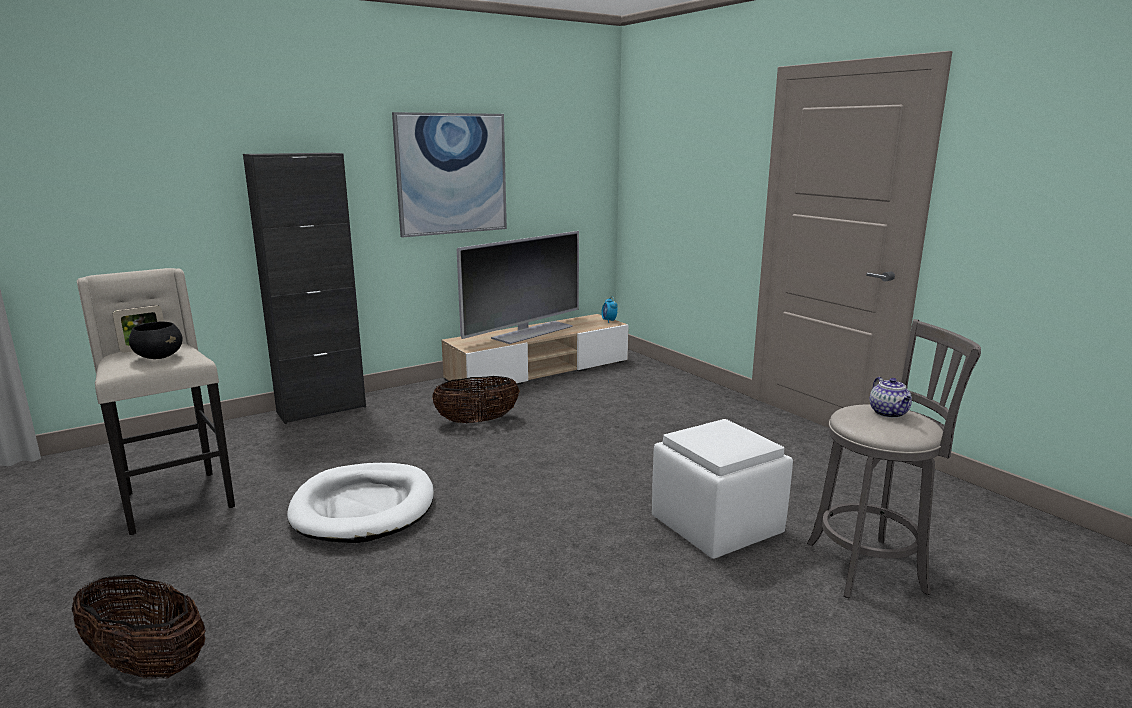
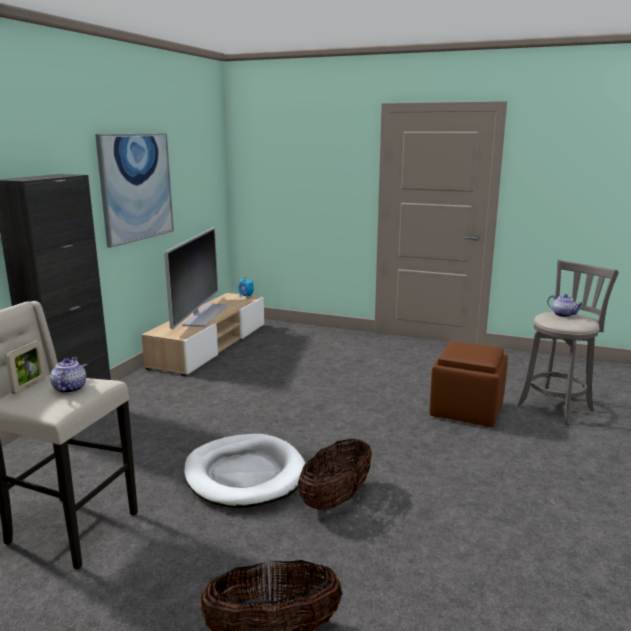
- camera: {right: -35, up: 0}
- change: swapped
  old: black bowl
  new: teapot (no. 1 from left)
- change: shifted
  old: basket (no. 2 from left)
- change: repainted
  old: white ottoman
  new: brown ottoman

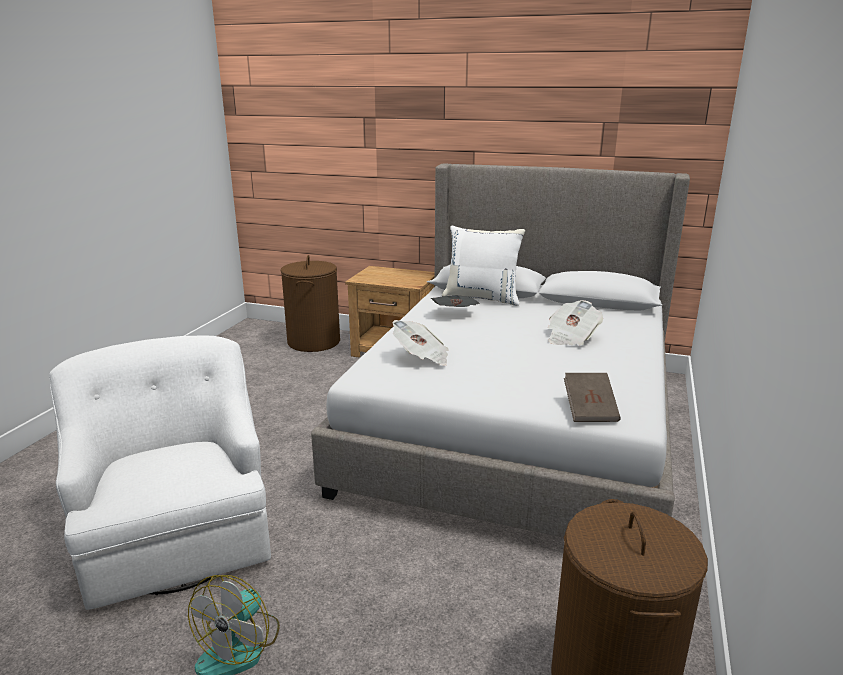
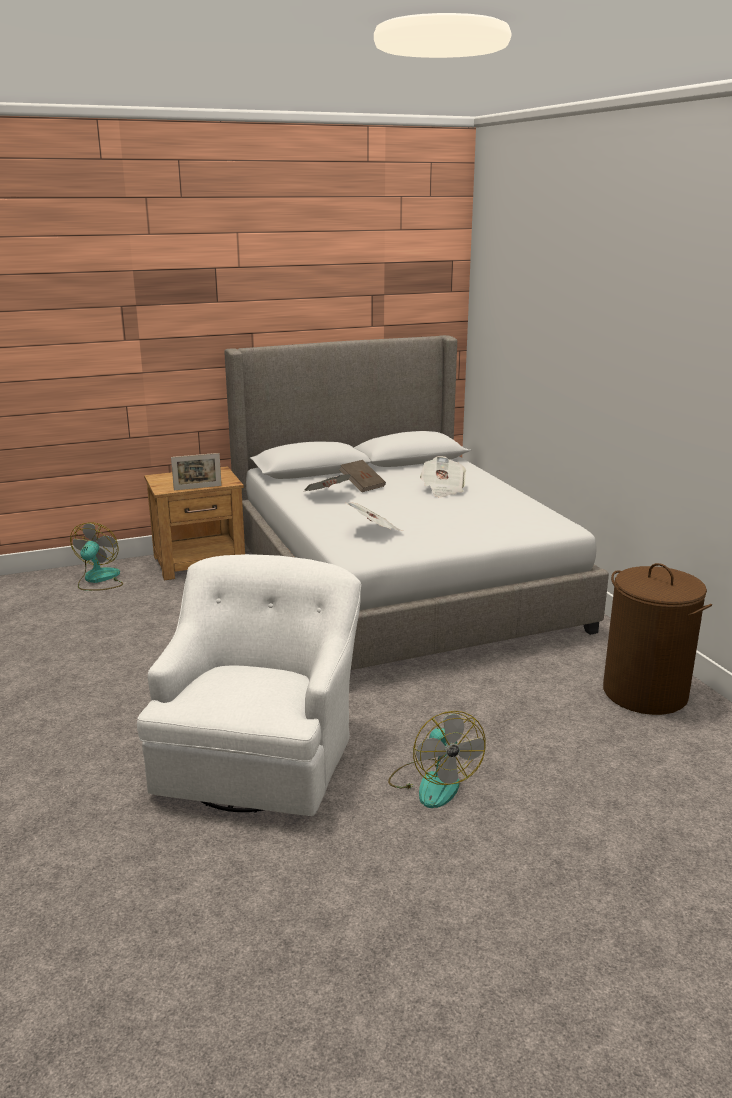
- camera: {right: -40, up: 0}
- change: gone
  old: white pillow
- change: swapped
  old: brown laundry basket (no. 1 from left)
  new: fan (no. 1 from left)
- change: rotated
  old: white armchair
  degrees: 75
- change: shifted
  old: brown book
- change: new
  new: picture frame

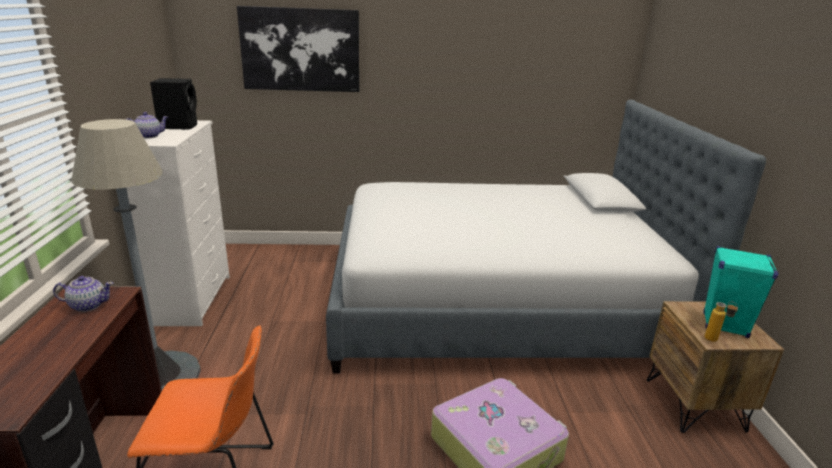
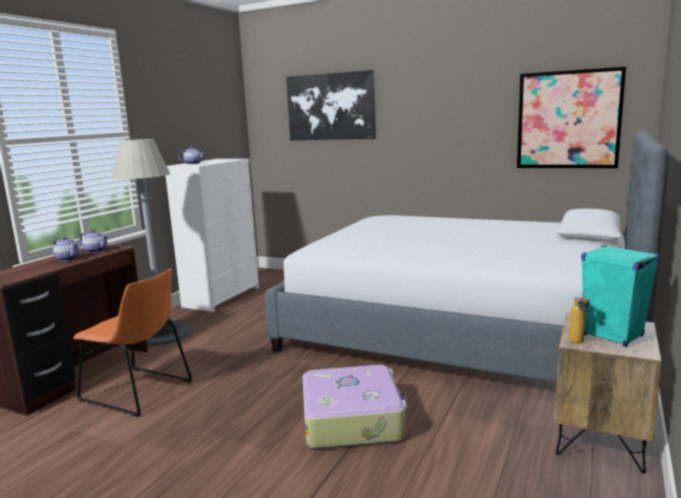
- camera: {right: 30, up: -10}
- change: gone
  old: black speaker
- change: new
  new: picture (no. 2 from left)
- change: new
  new: teapot (no. 1 from left)

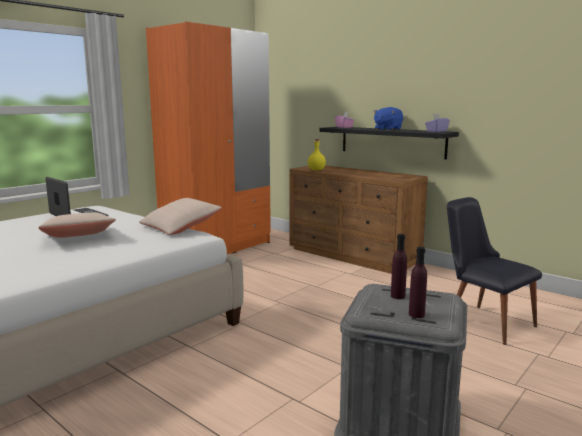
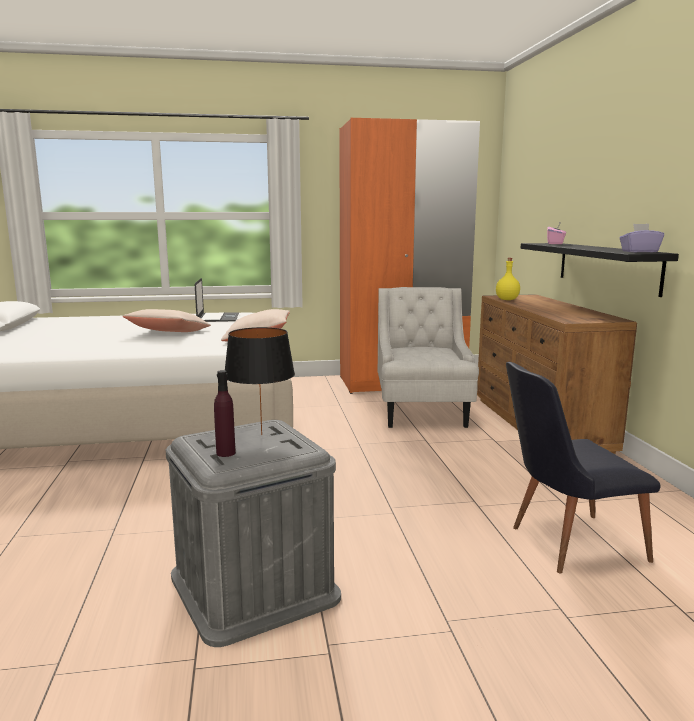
- camera: {right: 40, up: 0}
- change: gone
  old: blue plush toy
- change: rotated
  old: black chair
  degrees: -105
- change: swapped
  old: purple bottle (no. 1 from left)
  new: black table lamp
- change: new
  new: white armchair

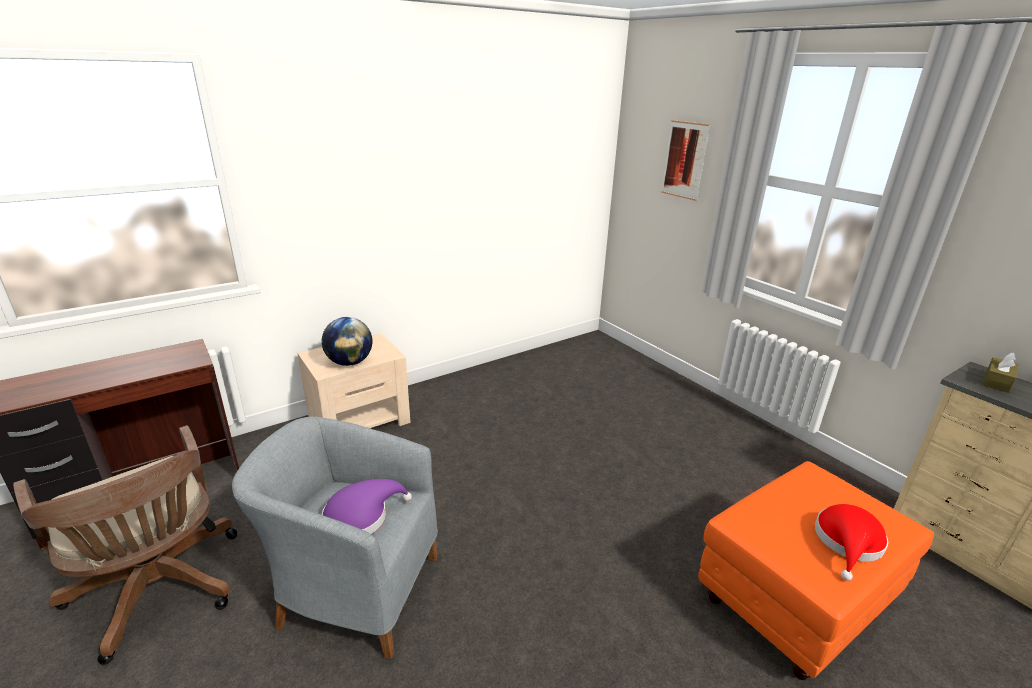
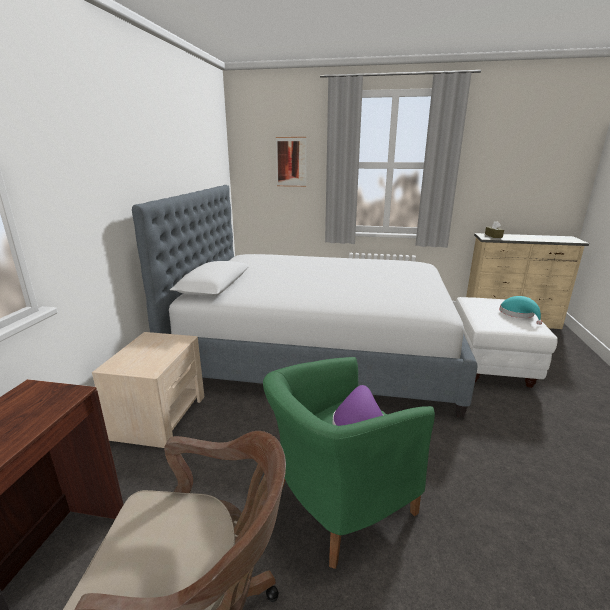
- camera: {right: -45, up: -5}
- change: gone
  old: globe
- change: repainted
  old: grey armchair
  new: green armchair
- change: repainted
  old: orange ottoman
  new: white ottoman
- change: repainted
  old: red hat
  new: turquoise hat
- change: new
  new: bed

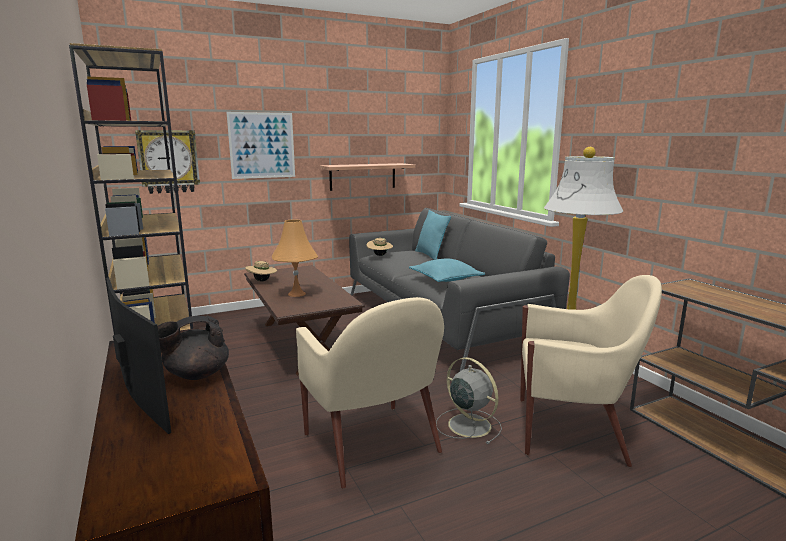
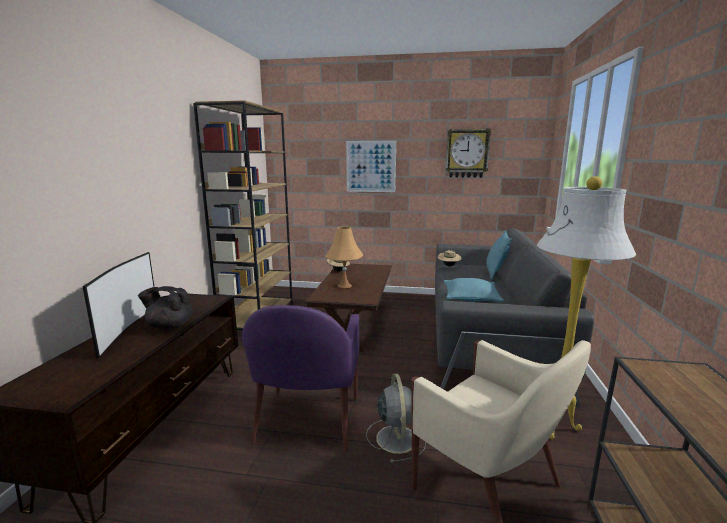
- camera: {right: 35, up: 0}
- change: shifted
  old: wall clock
- change: gone
  old: shelf
- change: repainted
  old: beige armchair (no. 1 from left)
  new: purple armchair

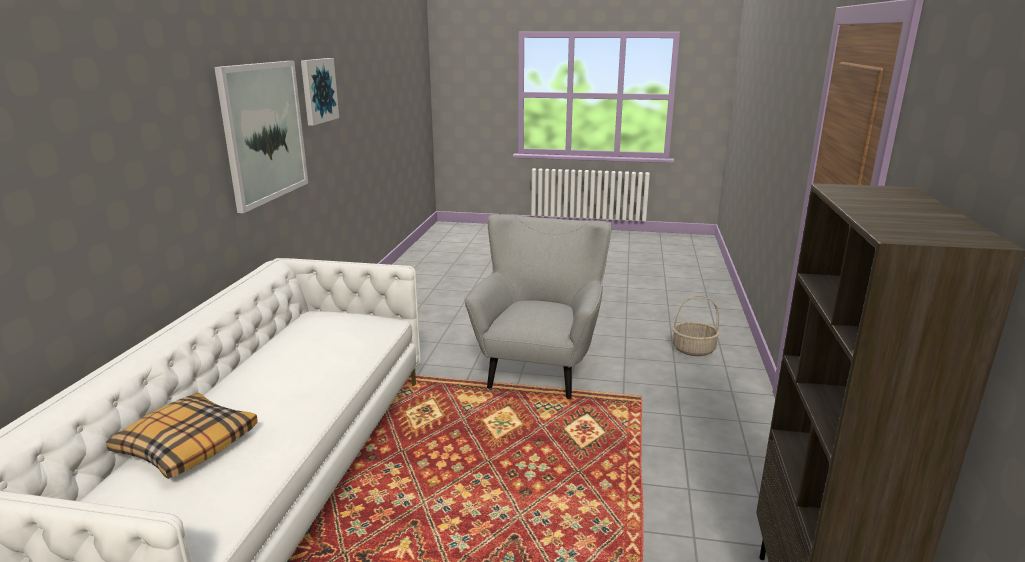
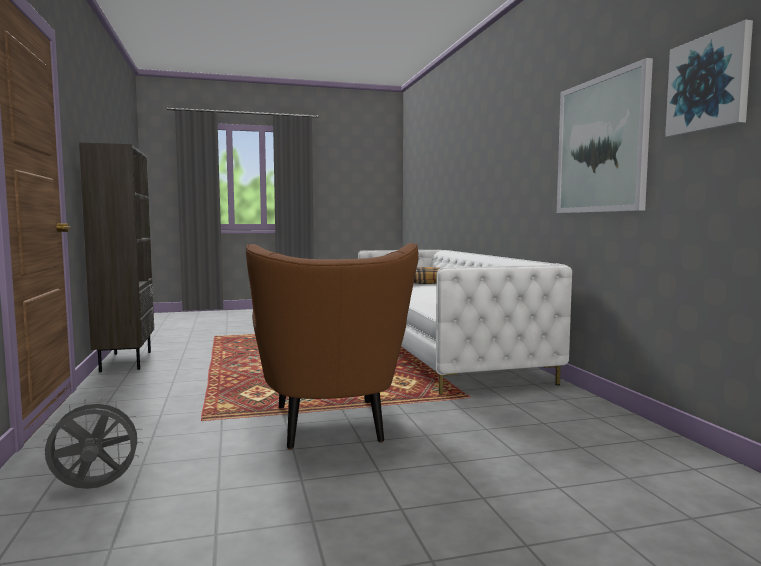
- camera: {right: 155, up: -15}
- change: repainted
  old: grey armchair
  new: brown armchair
- change: swapped
  old: basket
  new: grey fan

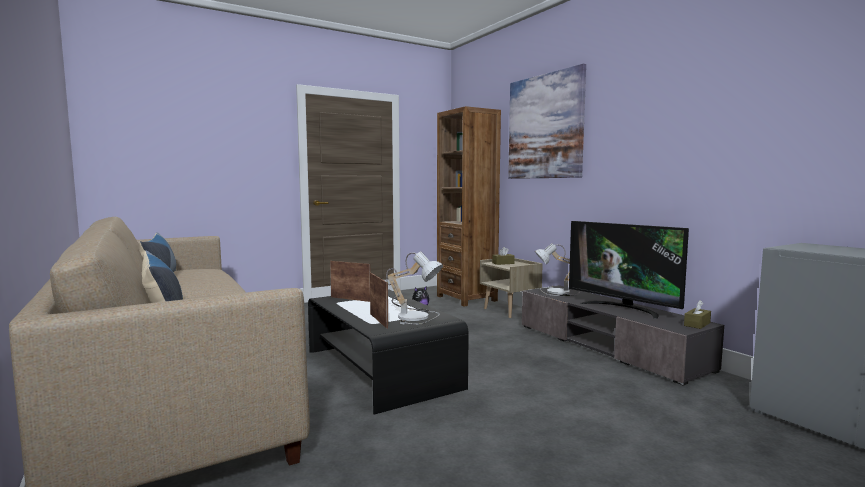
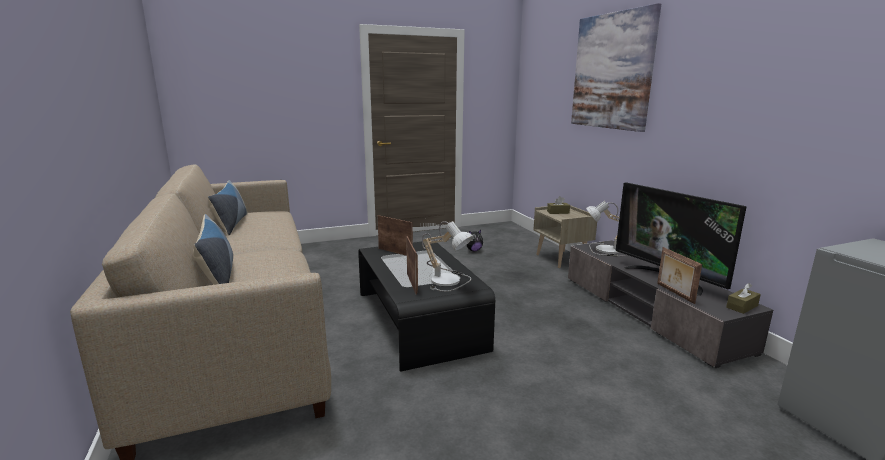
- camera: {right: 10, up: 10}
- change: gone
  old: brown bookcase
- change: new
  new: picture frame (no. 3 from left)

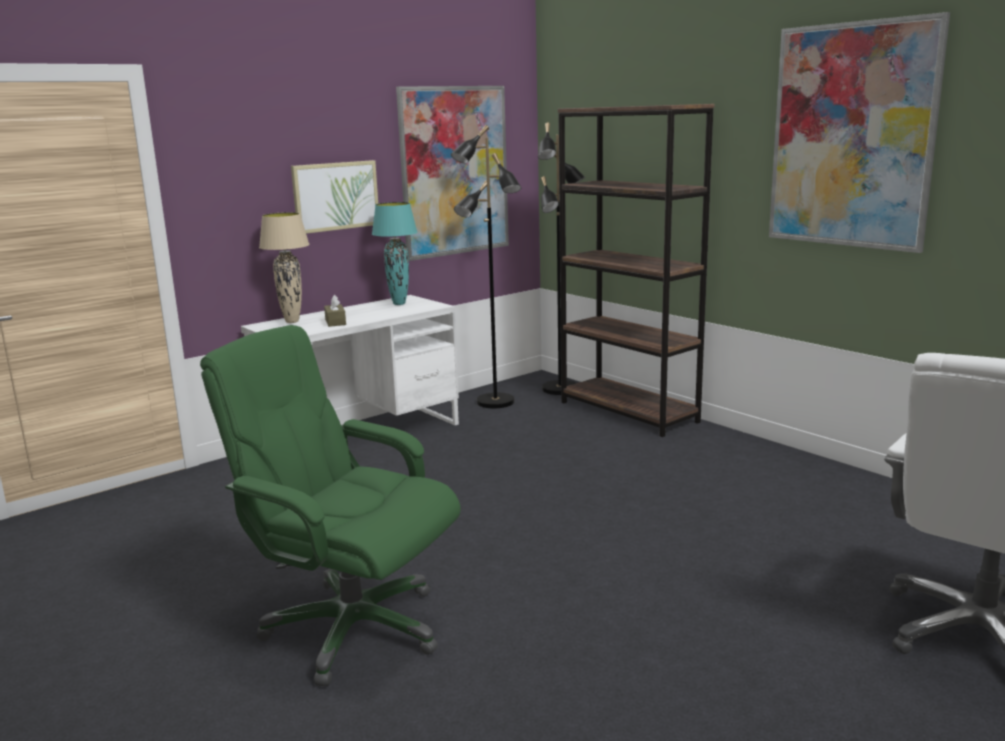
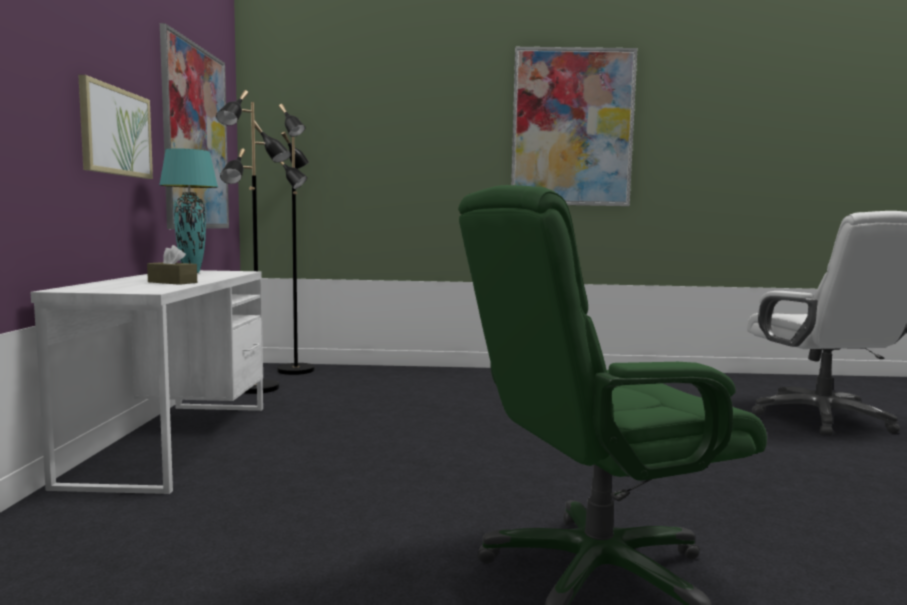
- camera: {right: -50, up: -10}
- change: gone
  old: brown bookcase
- change: gone
  old: beige table lamp

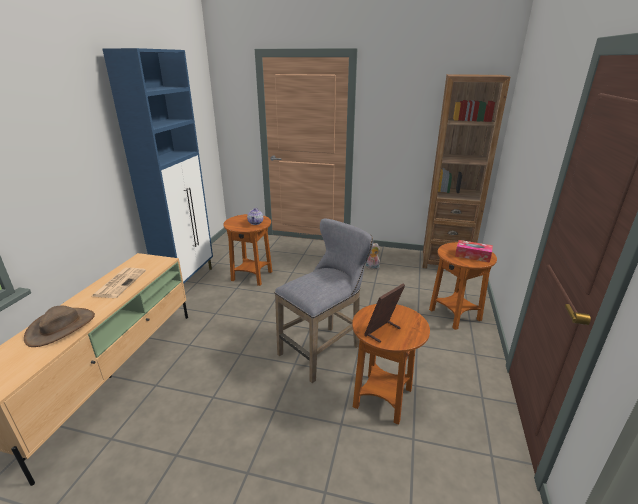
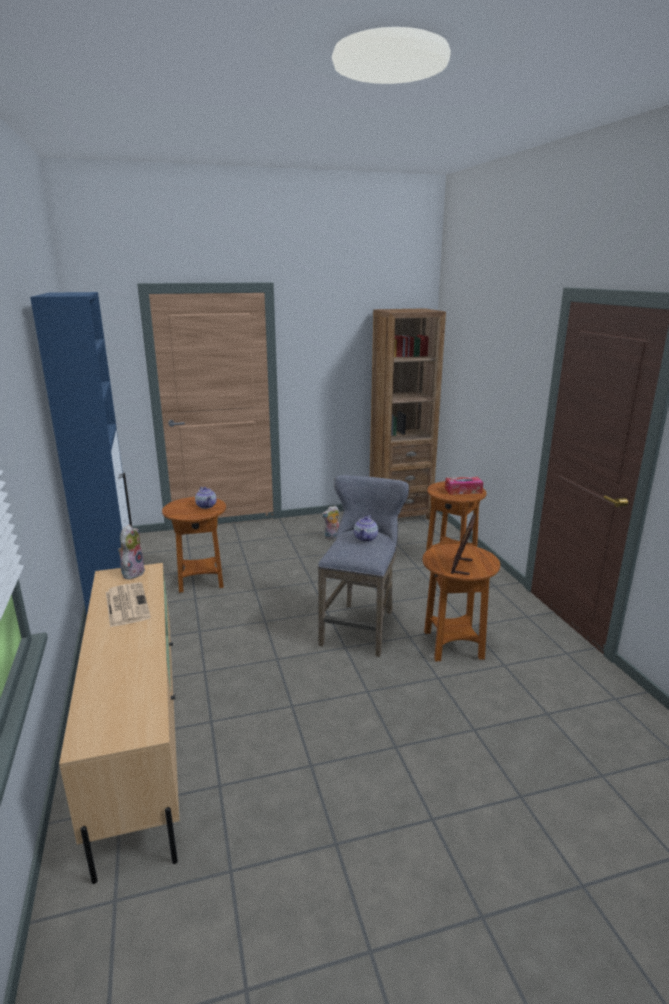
- camera: {right: -30, up: -5}
- change: gone
  old: brown hat
- change: new
  new: teapot (no. 2 from left)
- change: new
  new: plush toy (no. 1 from left)

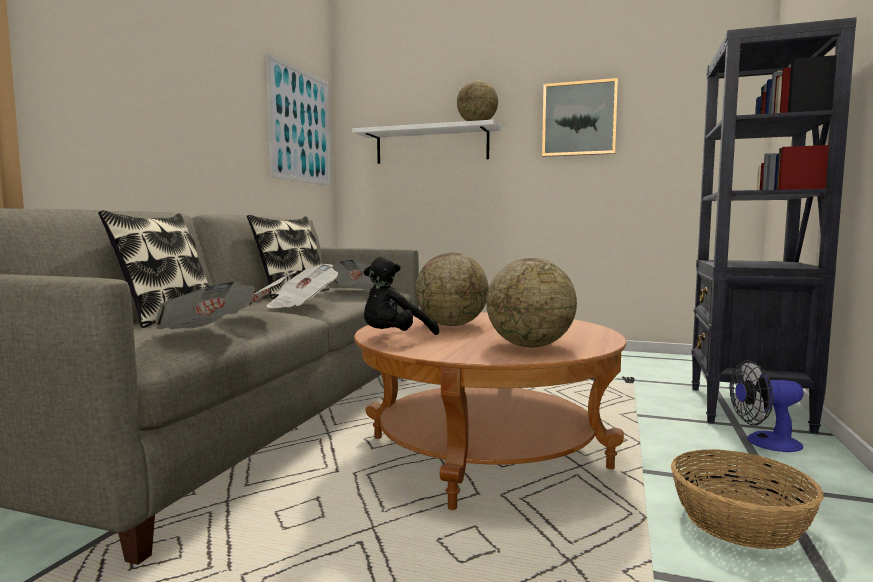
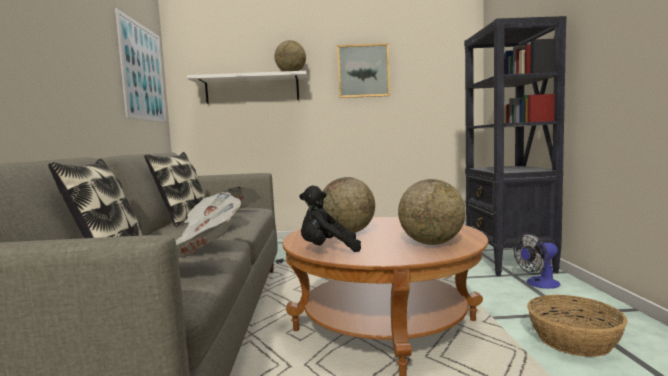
- camera: {right: -20, up: 0}
- change: rotated
  old: black plush toy
  degrees: 60

